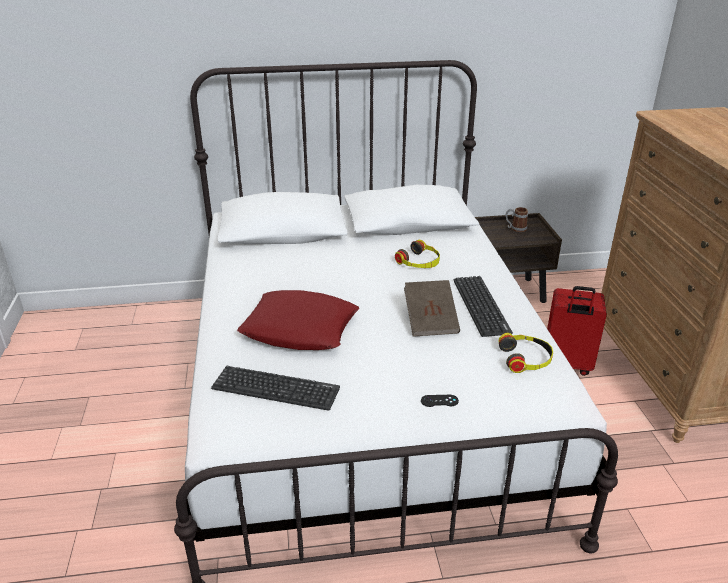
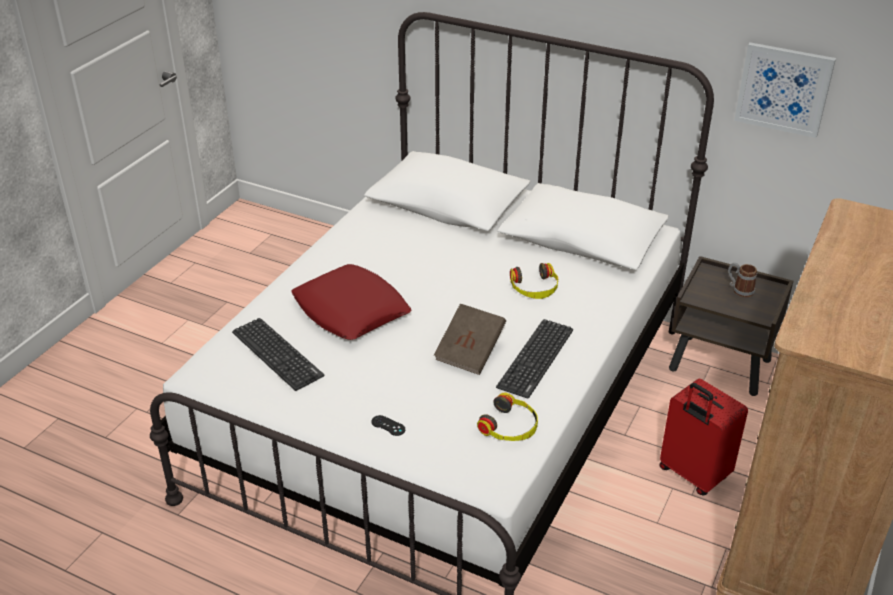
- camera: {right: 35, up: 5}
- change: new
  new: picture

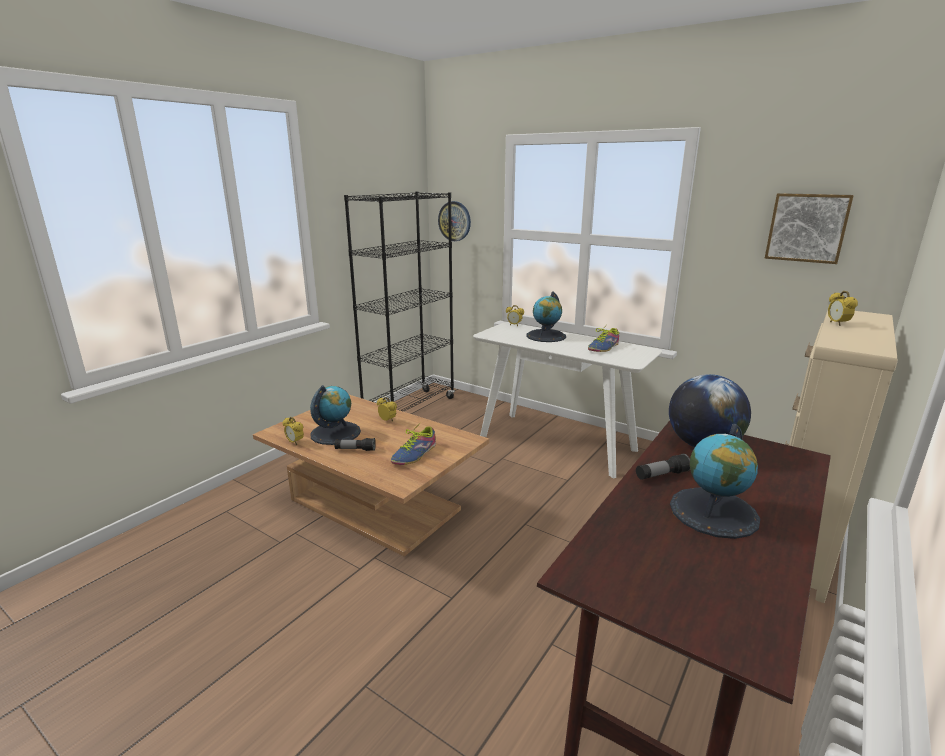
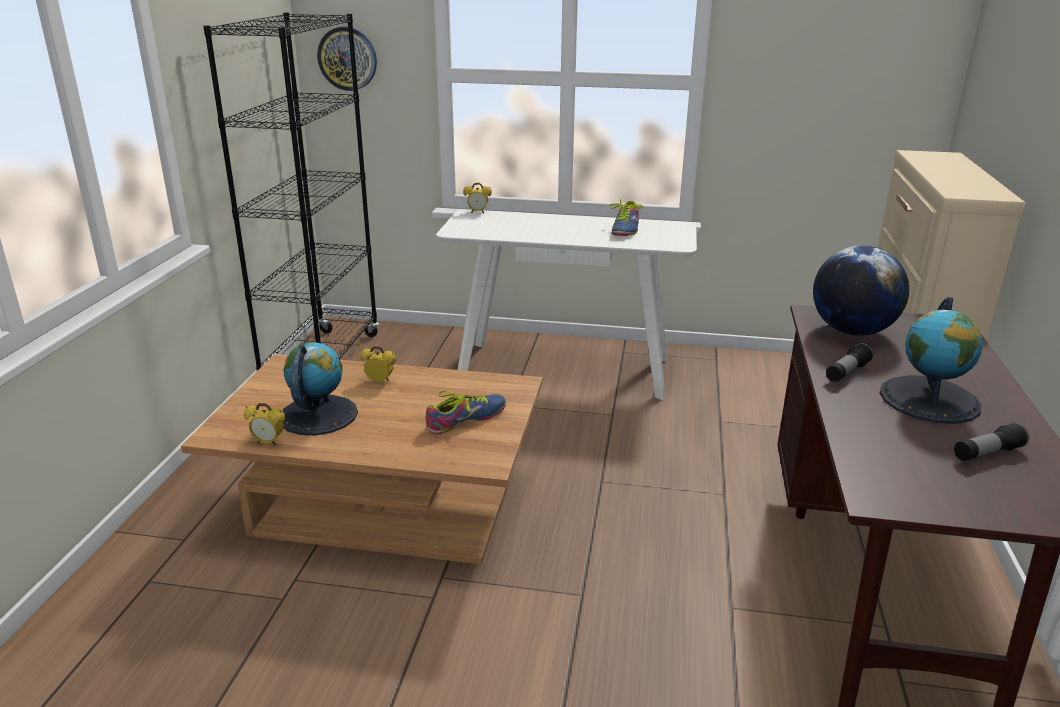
- camera: {right: -25, up: 5}
- change: gone
  old: picture
- change: gone
  old: globe (no. 2 from left)
- change: gone
  old: alarm clock (no. 4 from left)
- change: rotated
  old: shoe (no. 1 from left)
  degrees: -135
- change: shifted
  old: flashlight (no. 1 from left in the first image)
  new: flashlight (no. 2 from left)

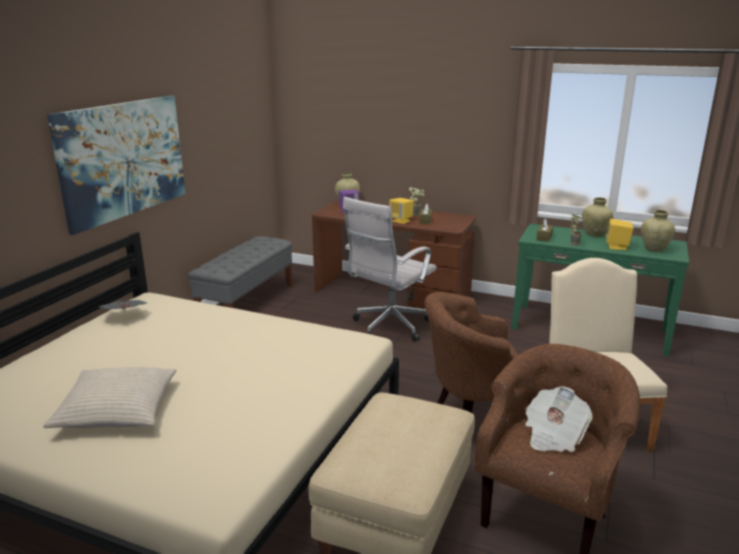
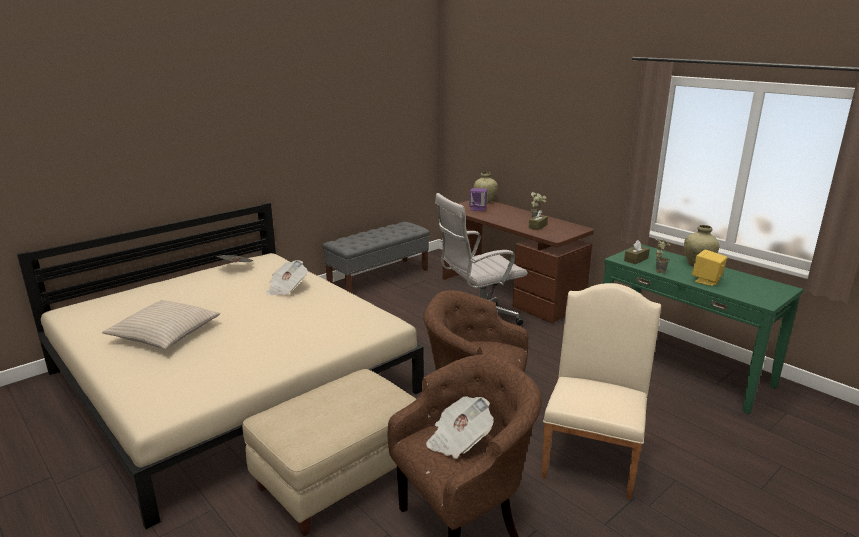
- camera: {right: 25, up: 0}
- change: gone
  old: picture
- change: gone
  old: yellow speaker (no. 1 from left)
- change: gone
  old: beige vase (no. 3 from left)
- change: new
  new: newspaper (no. 2 from left)

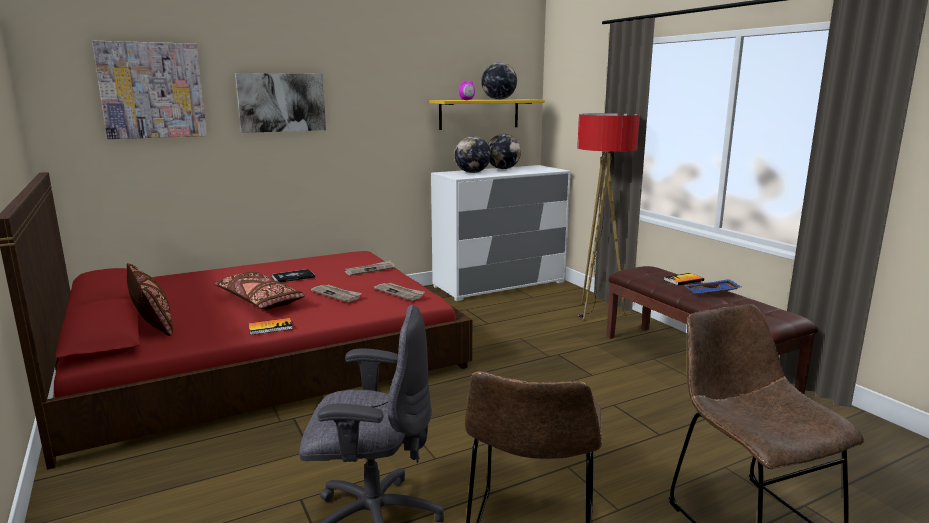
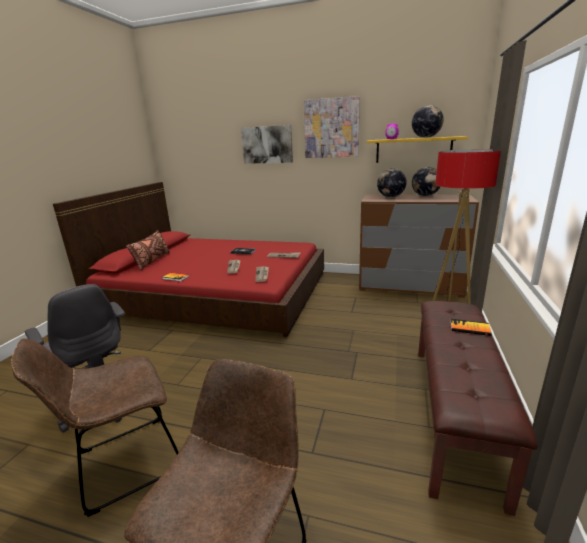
- camera: {right: 45, up: 5}
- change: shifted
  old: picture (no. 1 from left in the first image)
  new: picture (no. 2 from left)
- change: repainted
  old: white dresser
  new: brown dresser
- change: gone
  old: brown pillow (no. 2 from left)
- change: gone
  old: blue tray

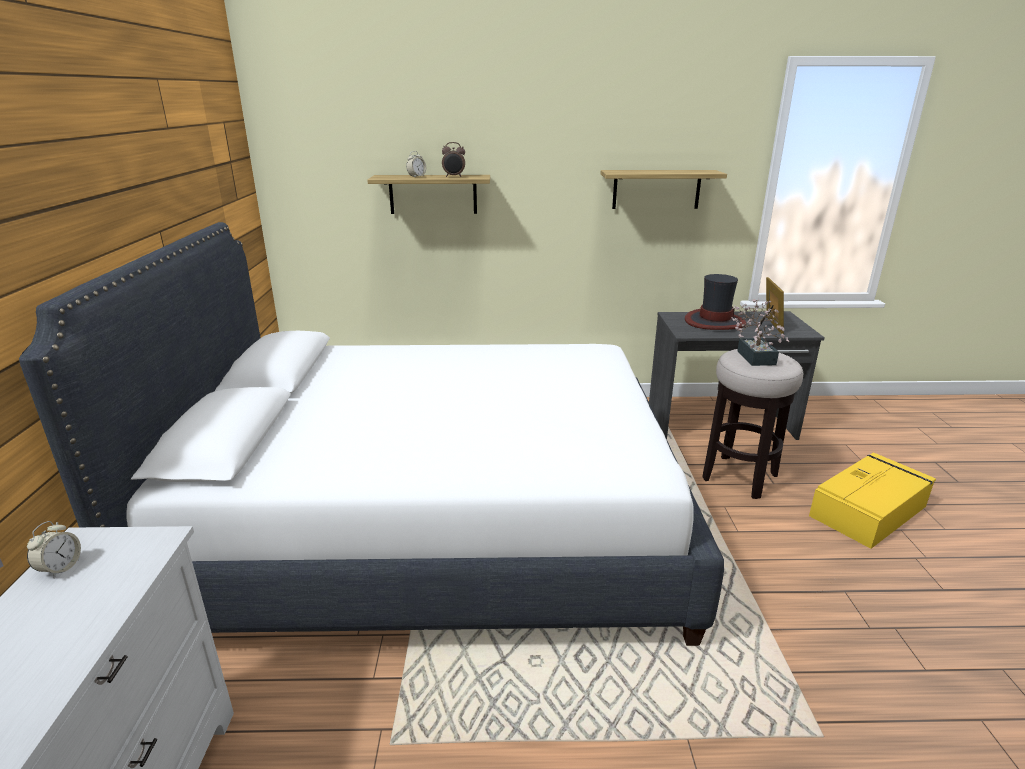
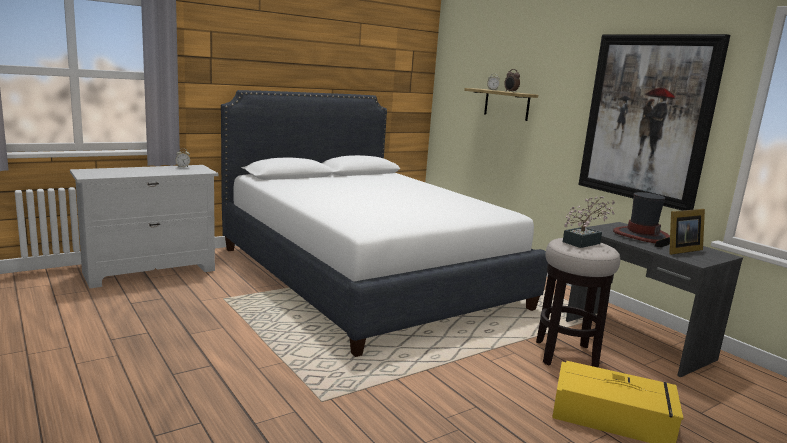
- camera: {right: 55, up: -10}
- change: swapped
  old: shelf (no. 2 from left)
  new: picture

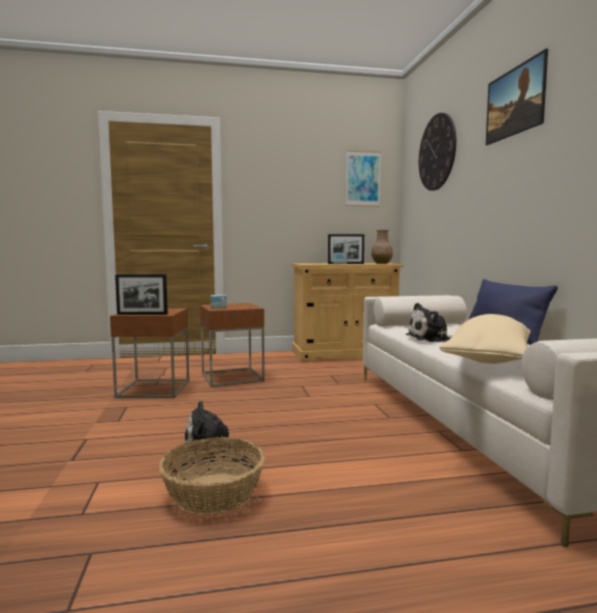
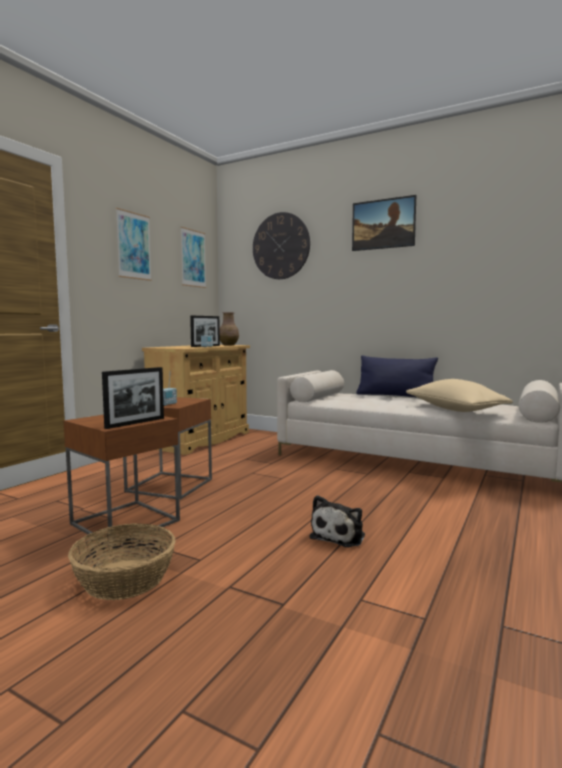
- camera: {right: -50, up: 0}
- change: gone
  old: plush toy (no. 2 from left)
- change: shifted
  old: basket
- change: new
  new: picture (no. 1 from left)

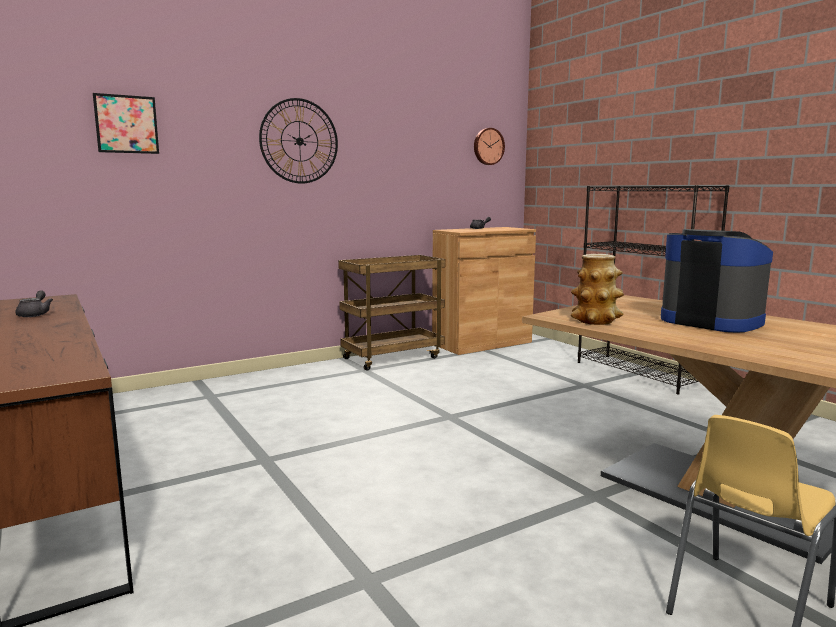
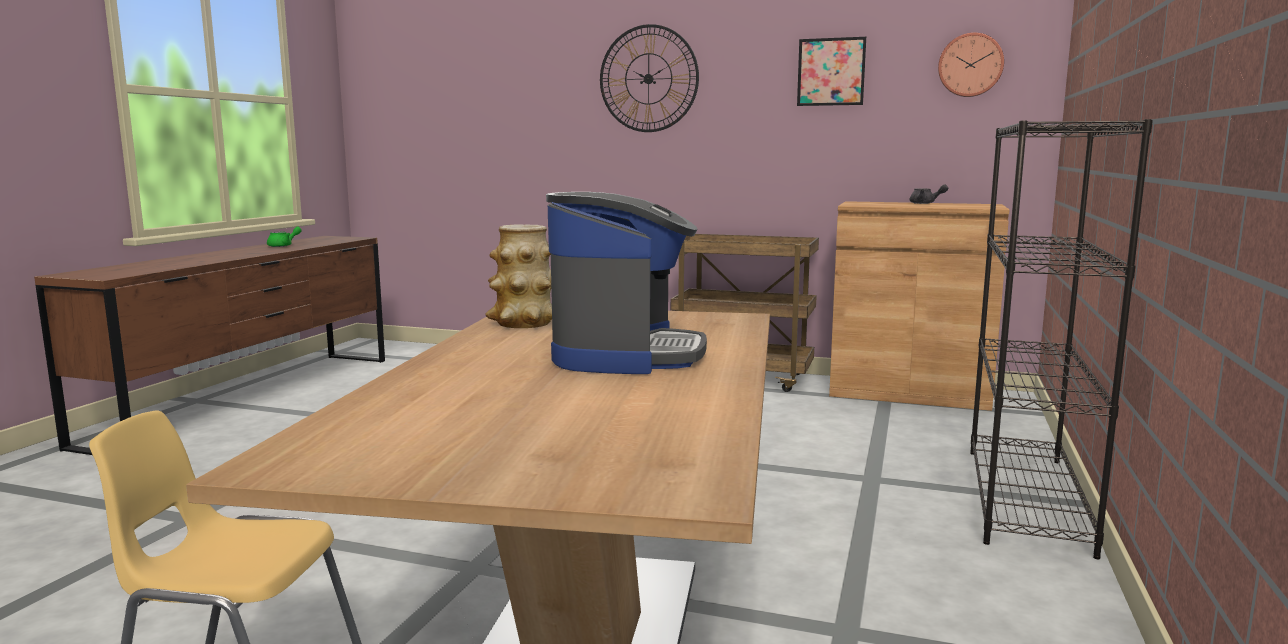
- camera: {right: 50, up: 0}
- change: shifted
  old: picture
- change: repainted
  old: grey teapot (no. 1 from left)
  new: green teapot

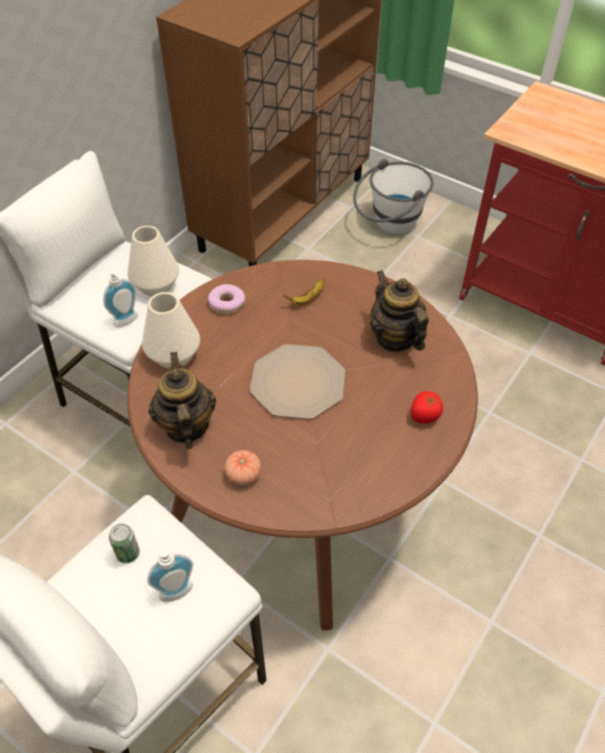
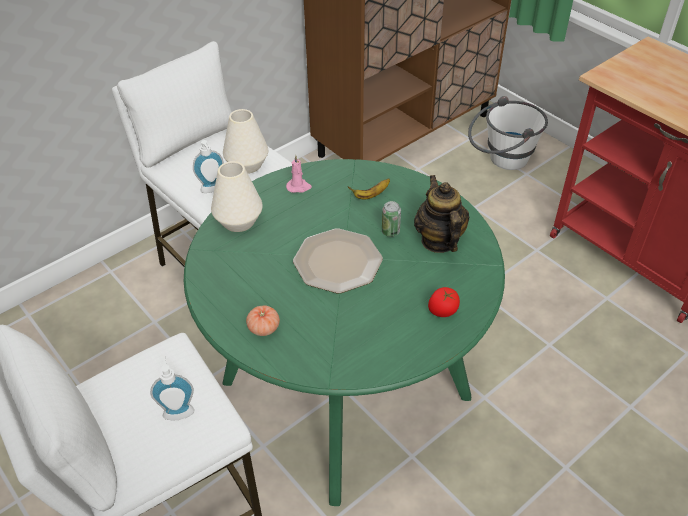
- camera: {right: 15, up: -5}
- change: repainted
  old: brown dining table
  new: green dining table
- change: swapped
  old: donut
  new: pink candle
- change: gone
  old: teapot (no. 1 from left)
- change: shifted
  old: can

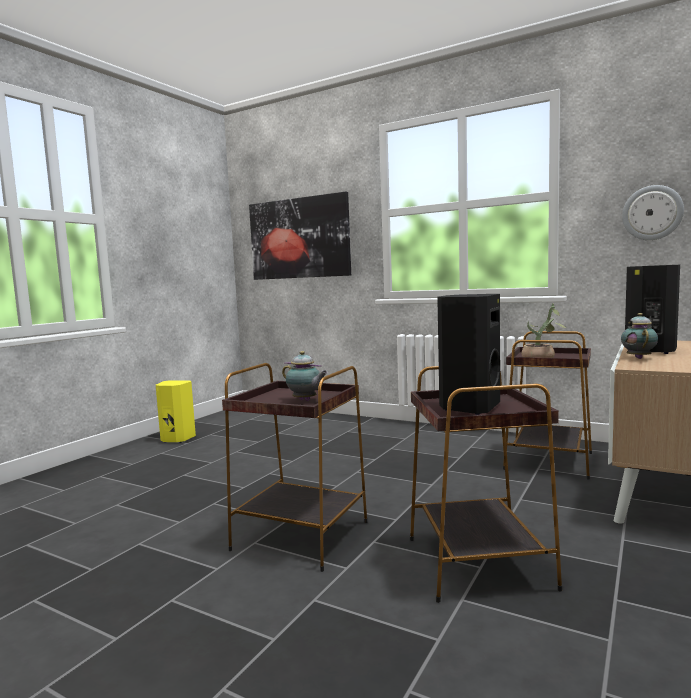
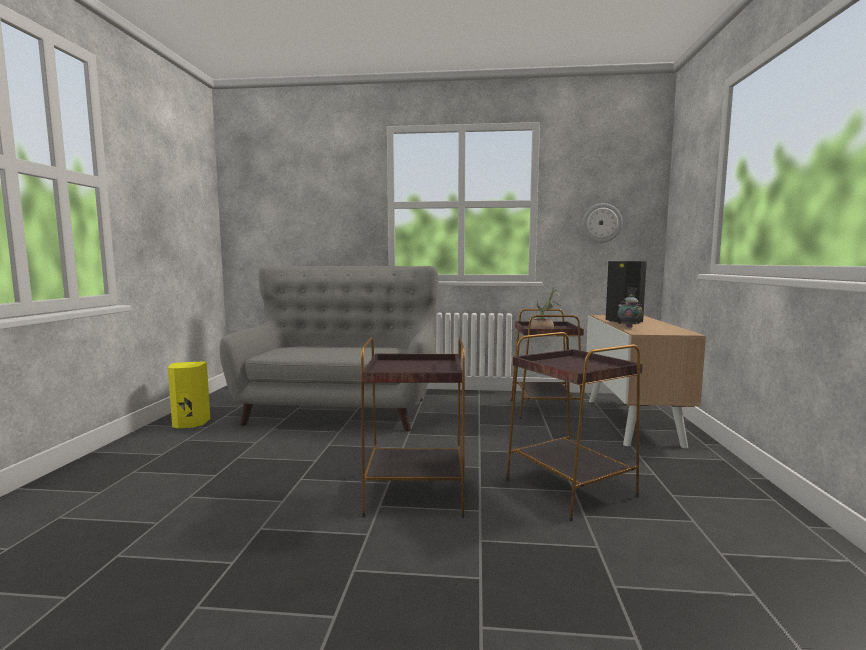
- camera: {right: -25, up: 0}
- change: gone
  old: picture
- change: gone
  old: black speaker (no. 1 from left)
- change: gone
  old: teapot (no. 1 from left)
- change: new
  new: grey sofa

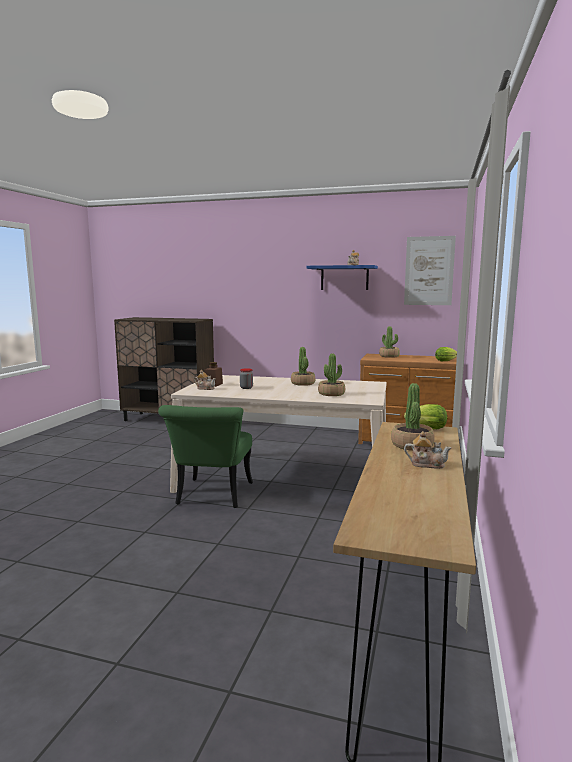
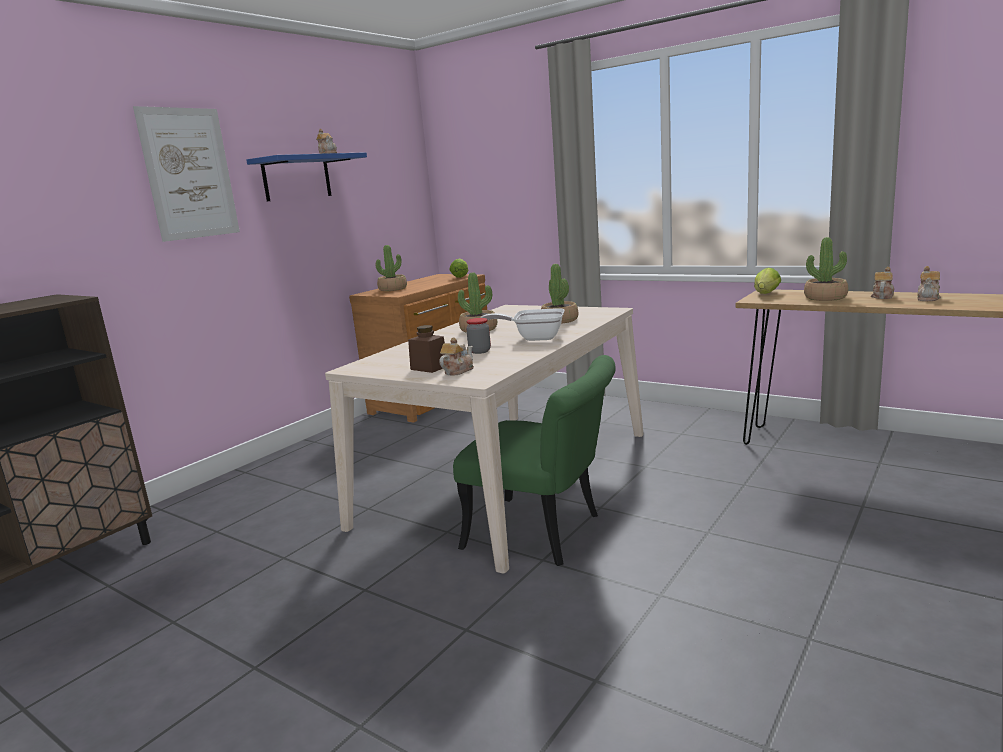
- camera: {right: -70, up: 5}
- change: shifted
  old: picture
- change: new
  new: teapot (no. 4 from left)
- change: new
  new: frying pan

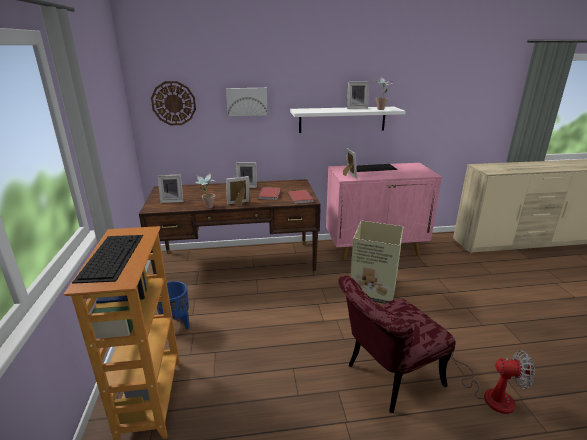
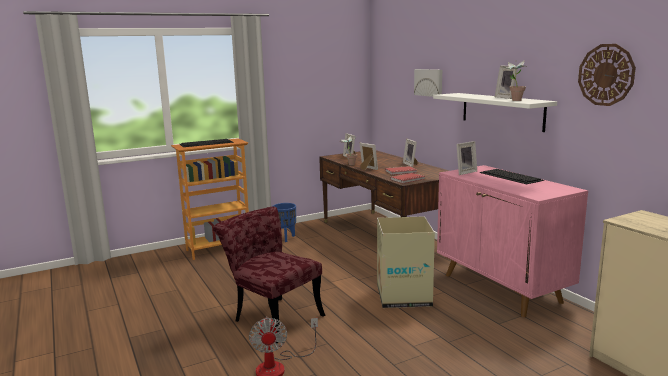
- camera: {right: 70, up: -10}
- change: shifted
  old: wall clock

